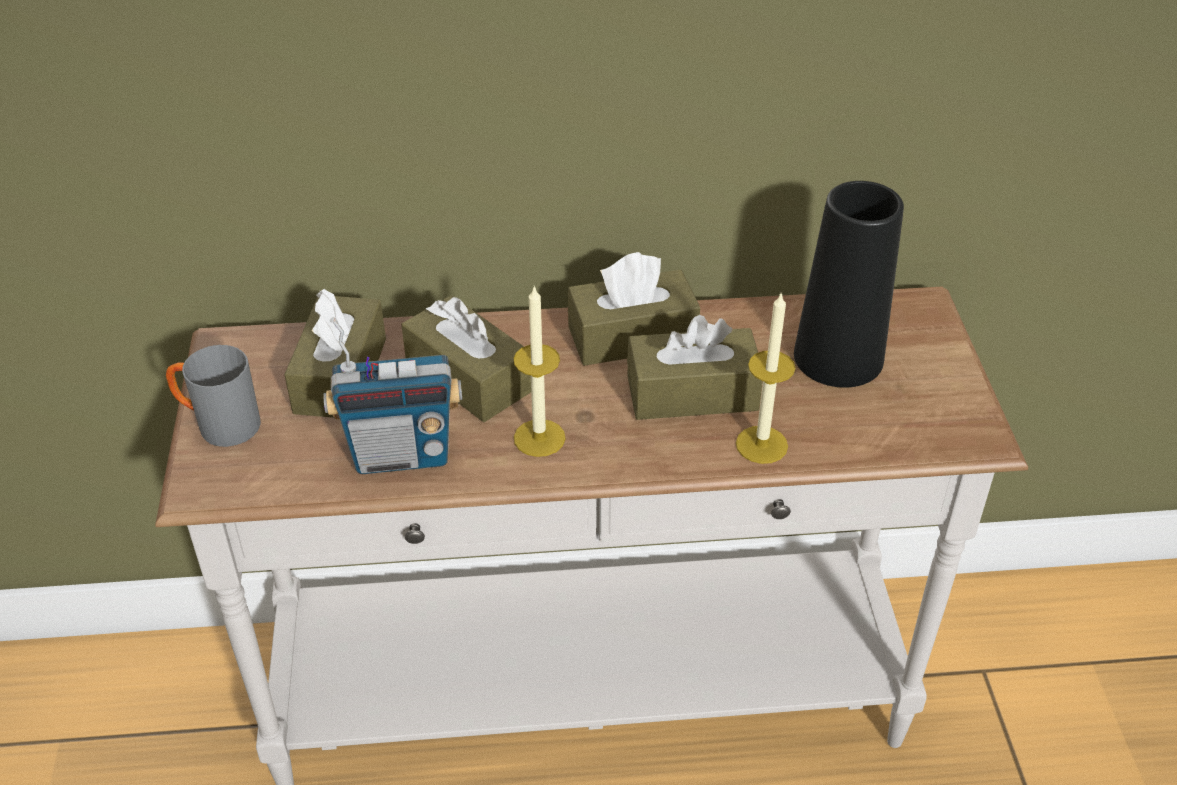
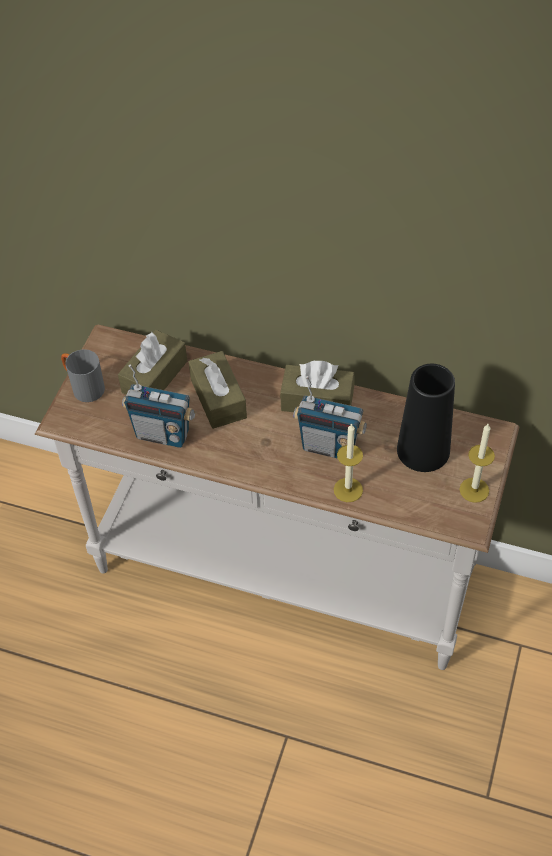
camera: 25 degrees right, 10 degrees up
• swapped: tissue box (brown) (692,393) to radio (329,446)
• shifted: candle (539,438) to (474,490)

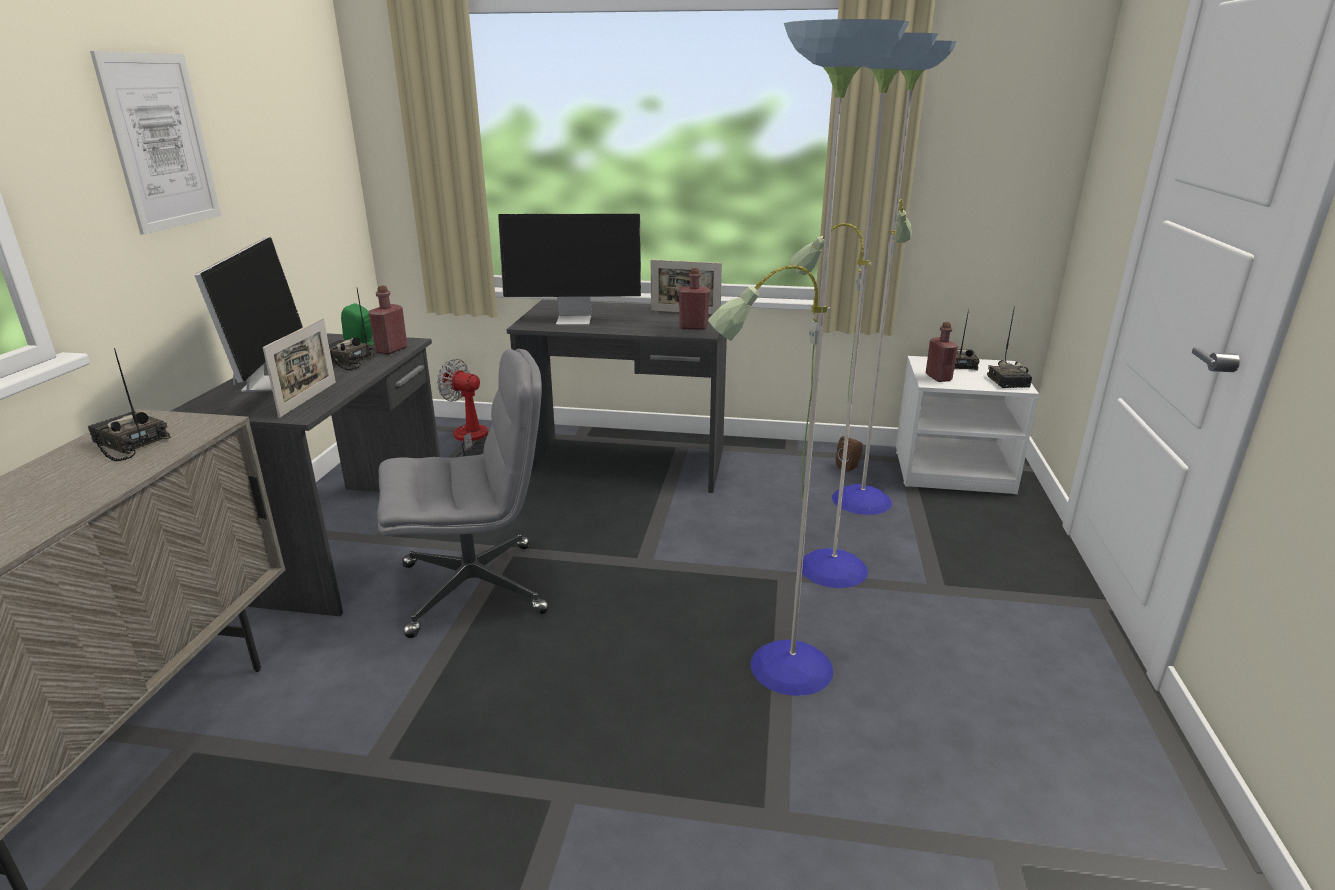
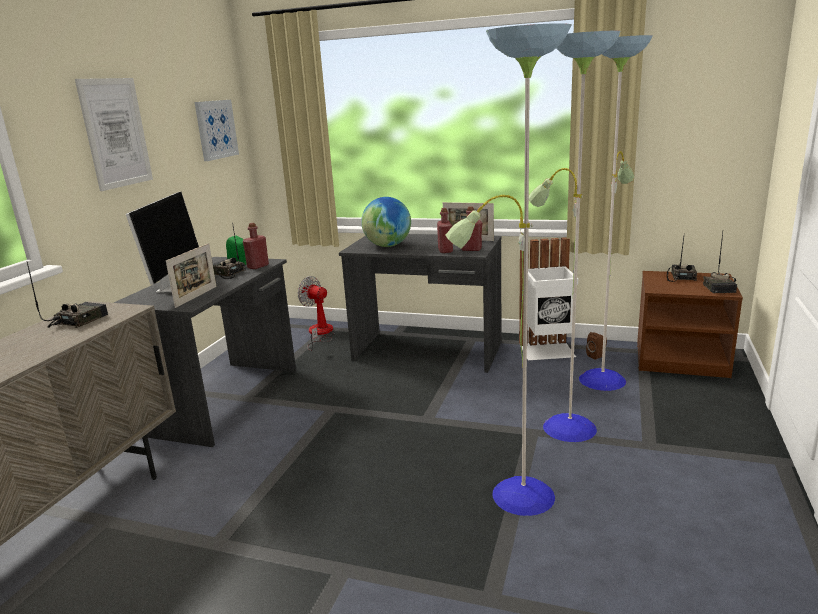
camera: 10 degrees right, 5 degrees down
• rotated: radio (128,444) = (78,321) 75 degrees clockwise
• new: picture (216,129)
• swapped: monitor (575,320) to globe (388,246)
• shifted: bottle (red) (938,377) to (445,250)
• new: trash can (white) (547,351)
• repainted: nightstand (white) (953,470) to nightstand (brown) (681,359)
• gone: office chair (grey) (475,588)

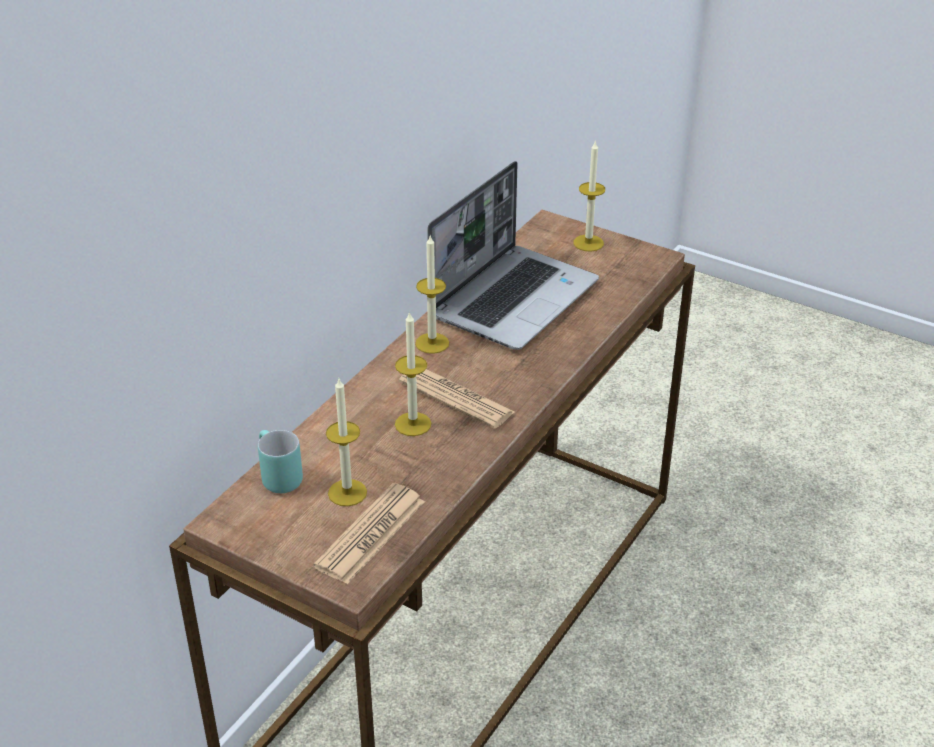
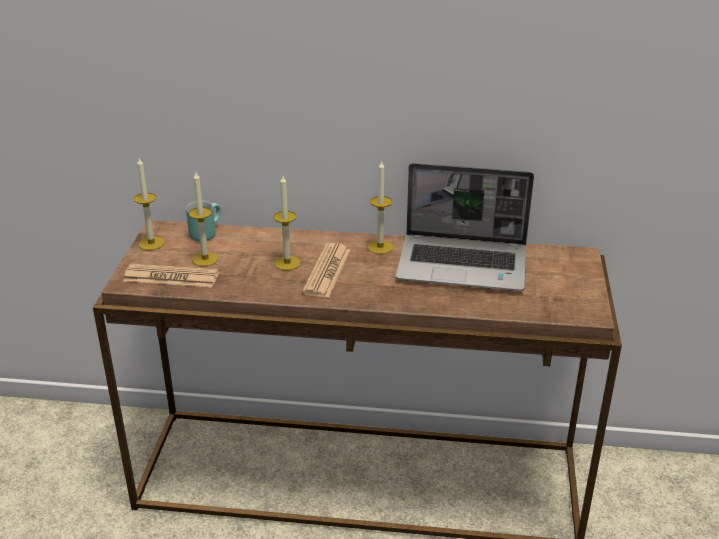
camera: 65 degrees right, 5 degrees down
• shifted: candle (588,243) to (151,243)

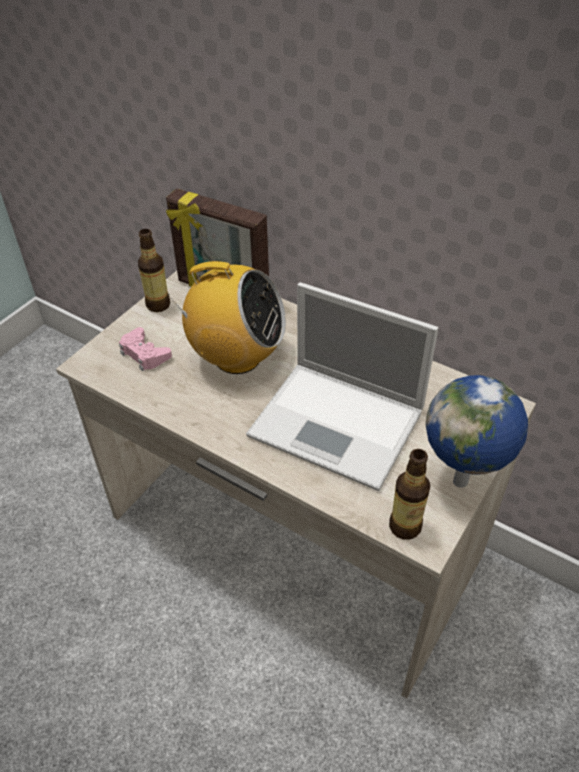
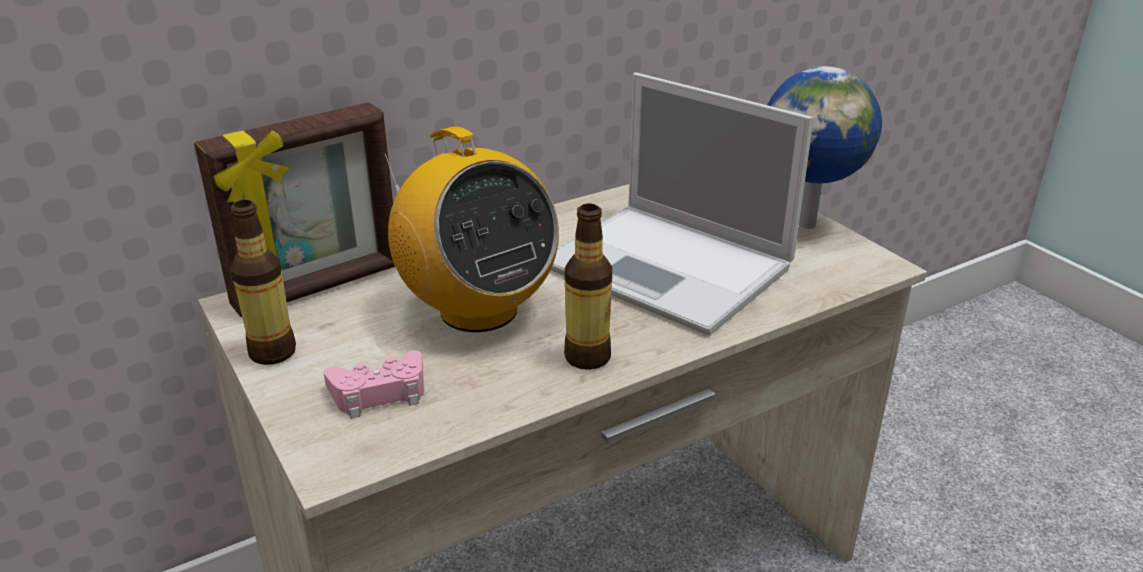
camera: 65 degrees left, 15 degrees down
• rotated: radio (236,357) = (477,310) 105 degrees clockwise
• rotated: laptop (339,424) = (671,268) 75 degrees clockwise
• shifted: bottle (405,526) to (587,357)

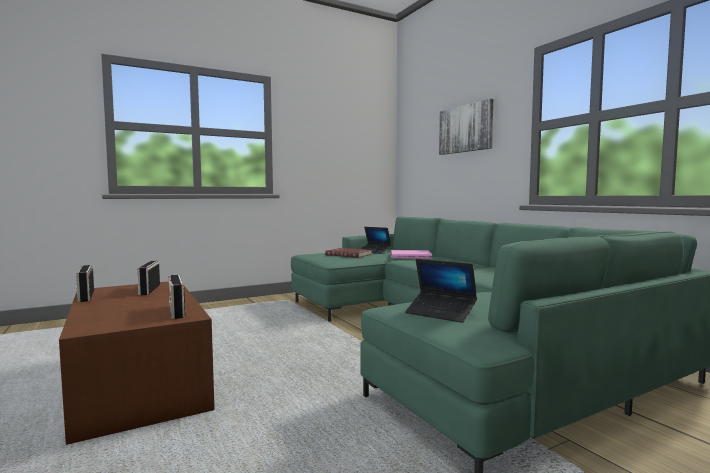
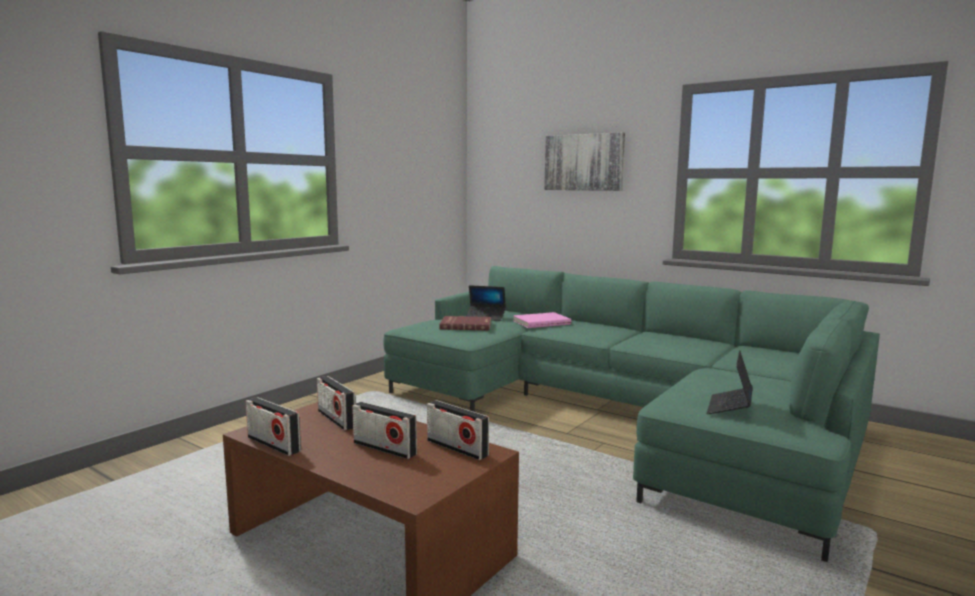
camera: 25 degrees left, 5 degrees up
• new: radio (384,448)
• rotated: laptop (440,313) = (729,407) 105 degrees clockwise

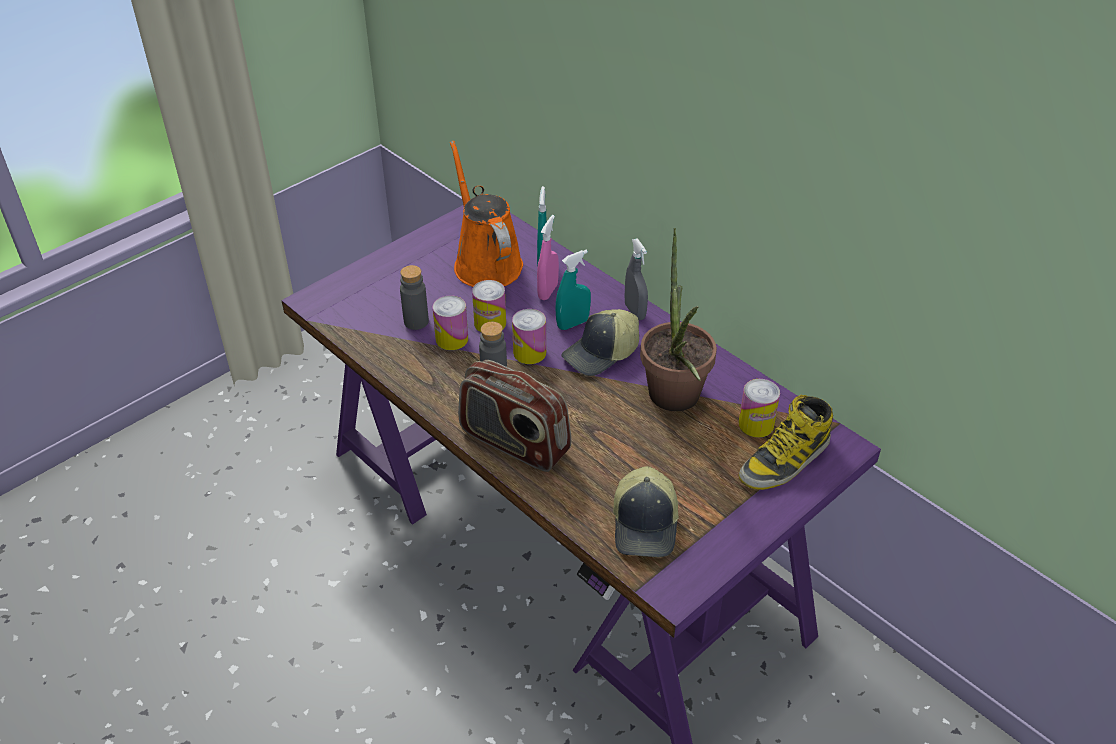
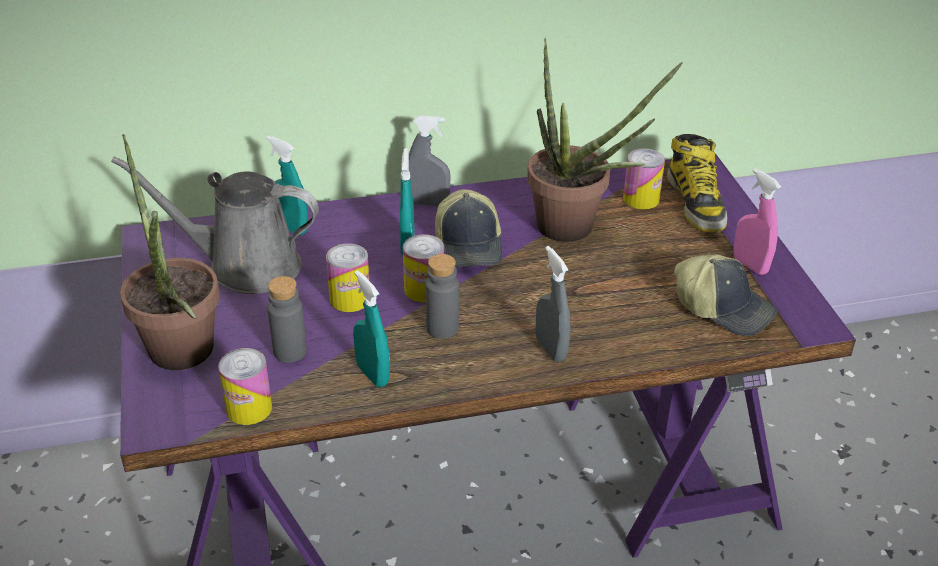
camera: 60 degrees left, 5 degrees down
• repainted: watering can (orange) (485,262) to watering can (grey) (245,266)
• new: potted plant (183,359)
• shifted: can (452,339) to (249,408)
• new: spray bottle (turquoise) (372,375)
• swapped: radio (514,443) to spray bottle (grey) (550,349)
• shifted: spray bottle (pink) (548,291) to (750,265)

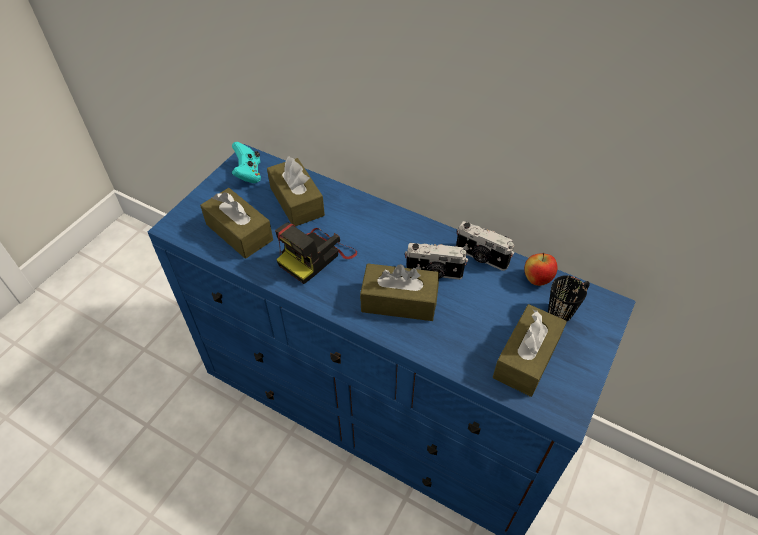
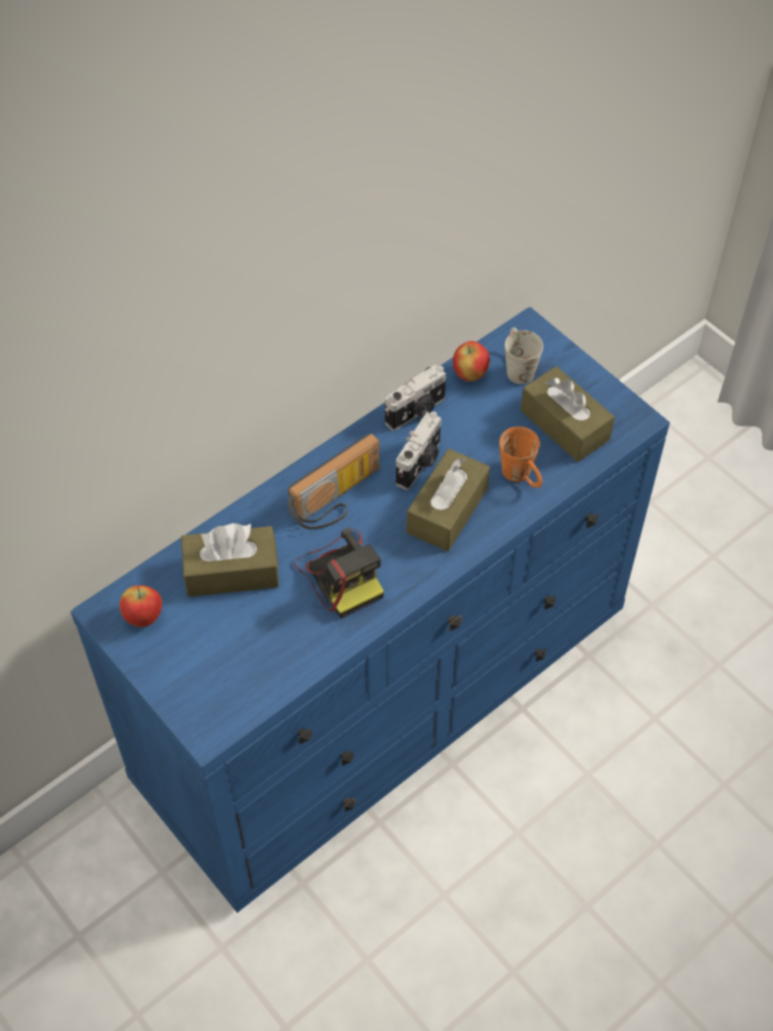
camera: 70 degrees left, 5 degrees up
• swapped: game controller (turquoise) (248,173) to apple (144,617)
• new: radio (339,500)
• new: mug (orange) (522,477)
• repainted: mug (black) (565,308) to mug (white) (517,367)
• gone: tissue box (brown) (239,232)

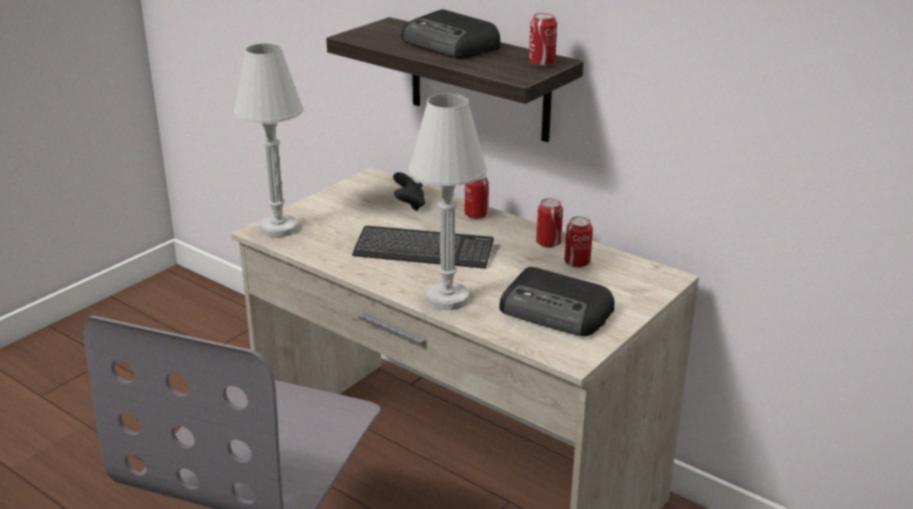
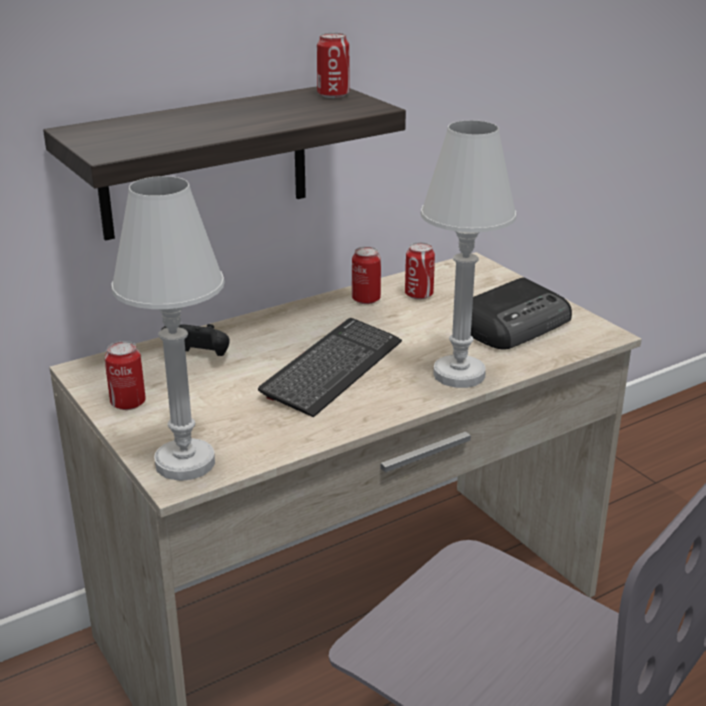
camera: 70 degrees left, 0 degrees up
• shifted: can (476,215) to (128,403)
• gone: radio (451,45)

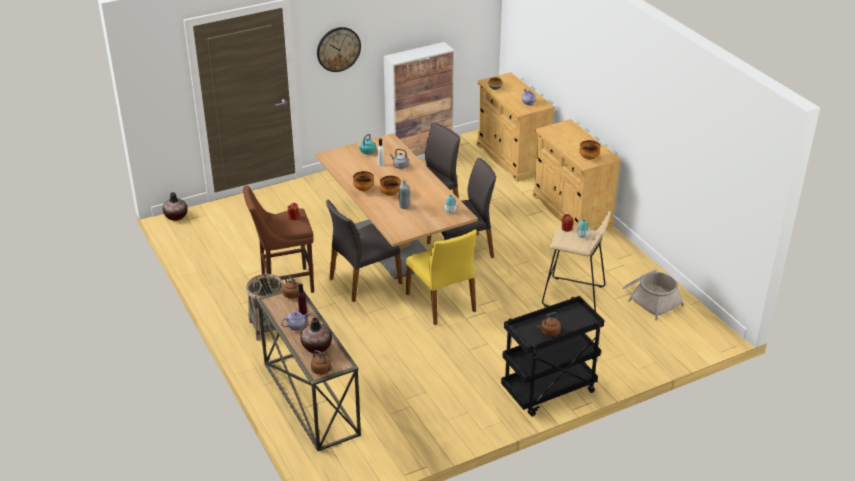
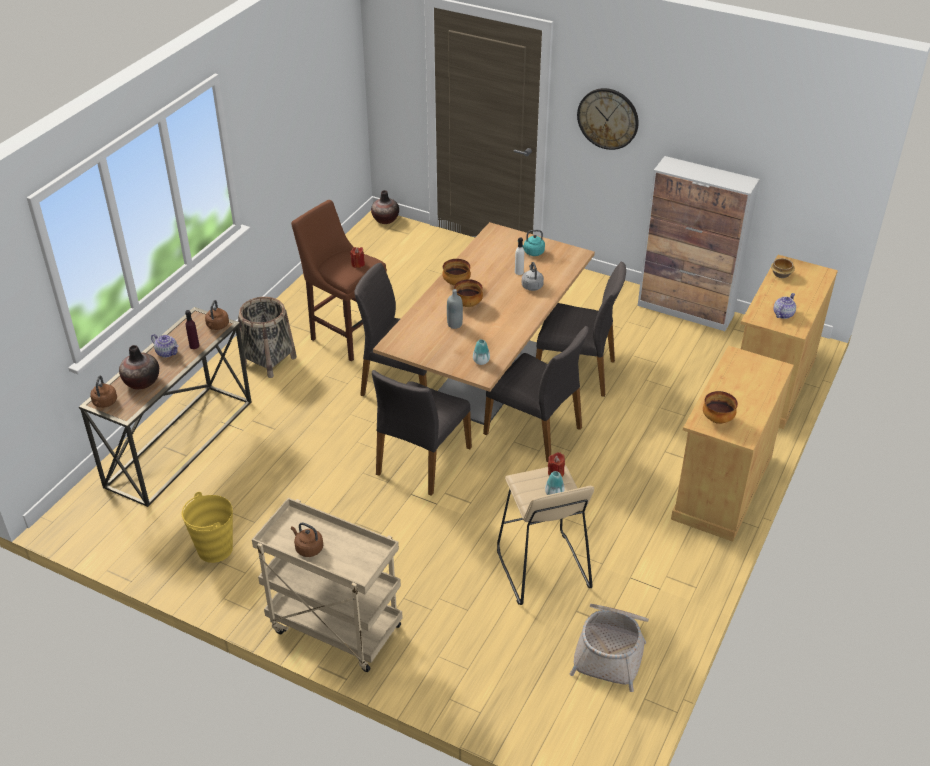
camera: 55 degrees right, 5 degrees up
• new: bucket (yellow) (214,549)
• repainted: cart (black) (548,392) to cart (beige) (333,628)
• repainted: chair (yellow) (442,302) to chair (grey) (422,461)

